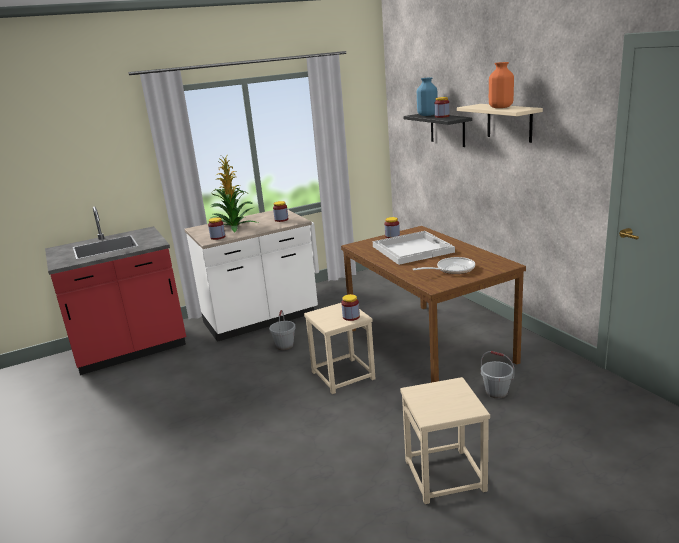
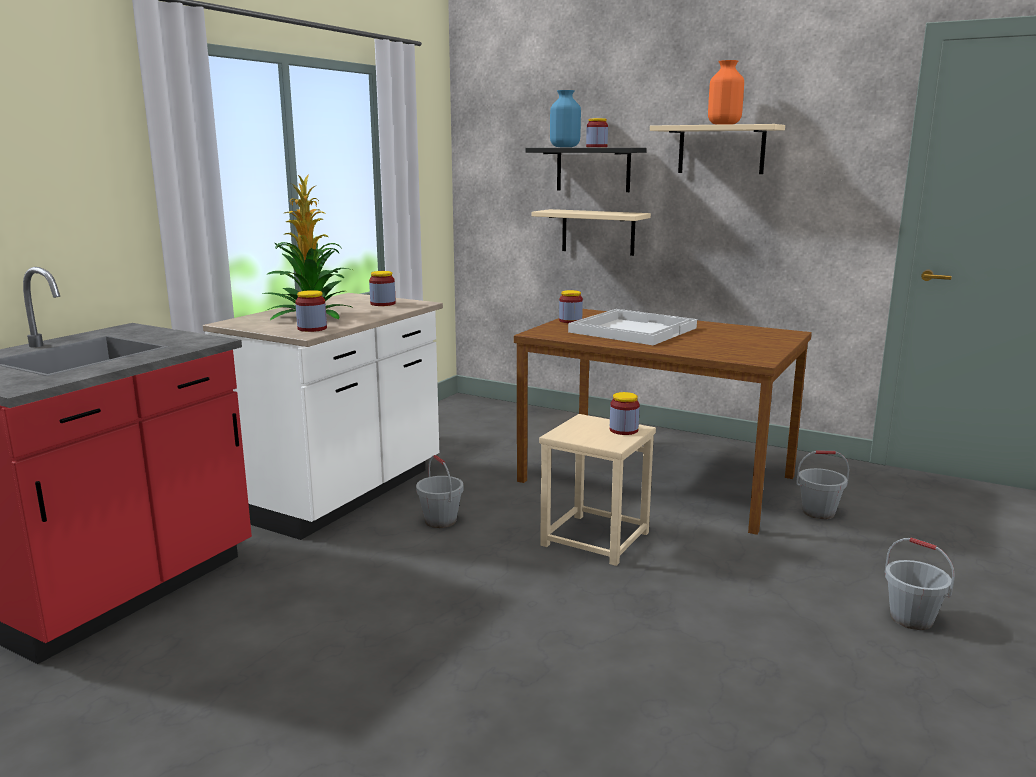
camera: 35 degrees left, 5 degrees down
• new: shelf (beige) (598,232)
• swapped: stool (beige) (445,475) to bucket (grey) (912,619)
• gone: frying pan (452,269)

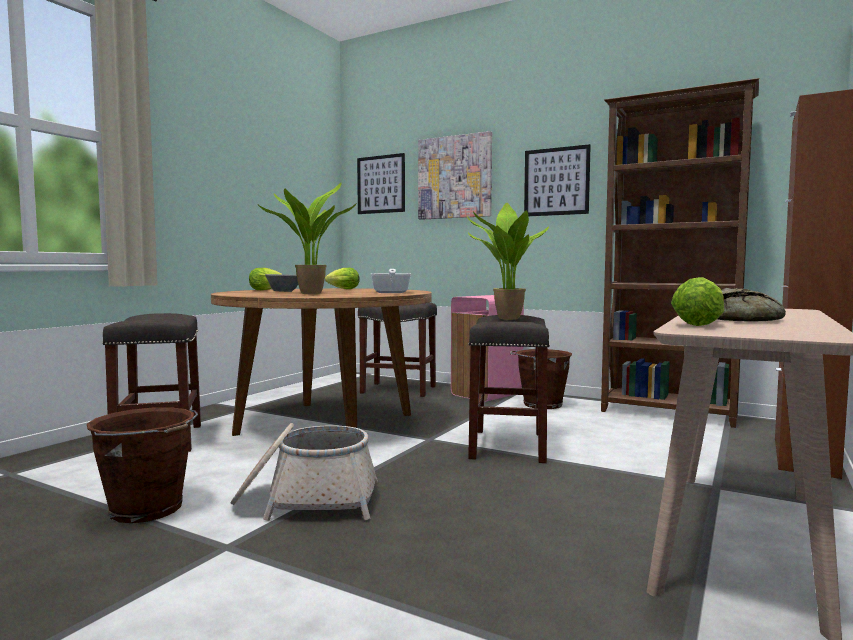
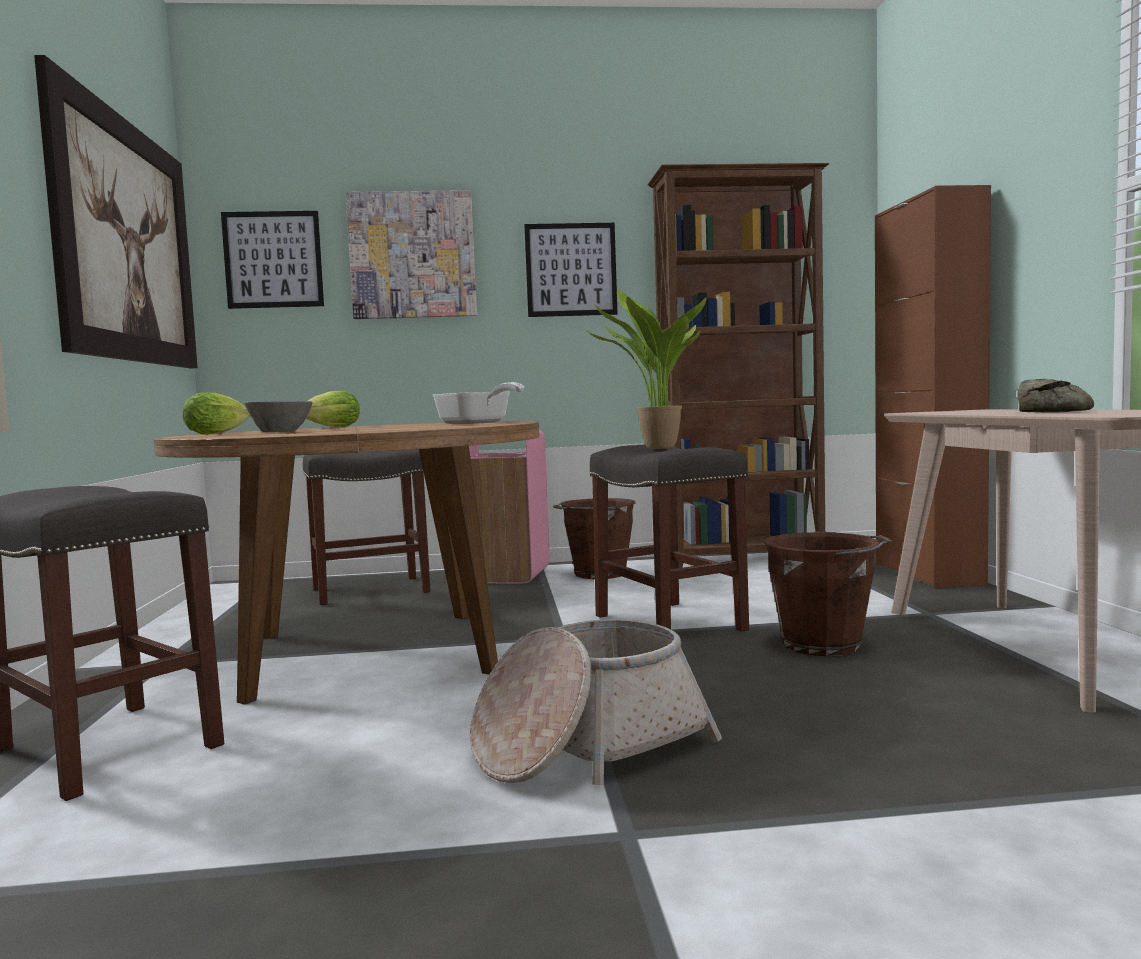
camera: 35 degrees left, 0 degrees up
• new: picture (127,242)
• shifted: bucket (brown) (148,509) to (825,644)
• gone: potted plant (309,293)
• gone: lettuce (700,324)

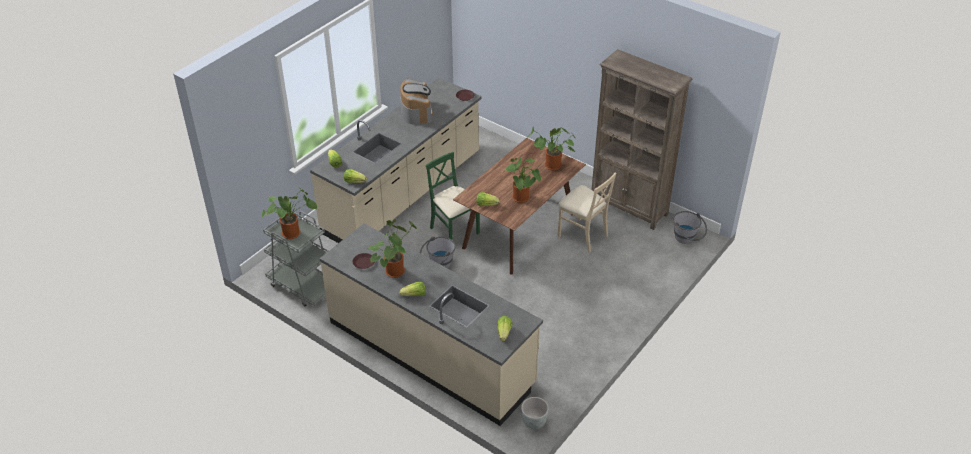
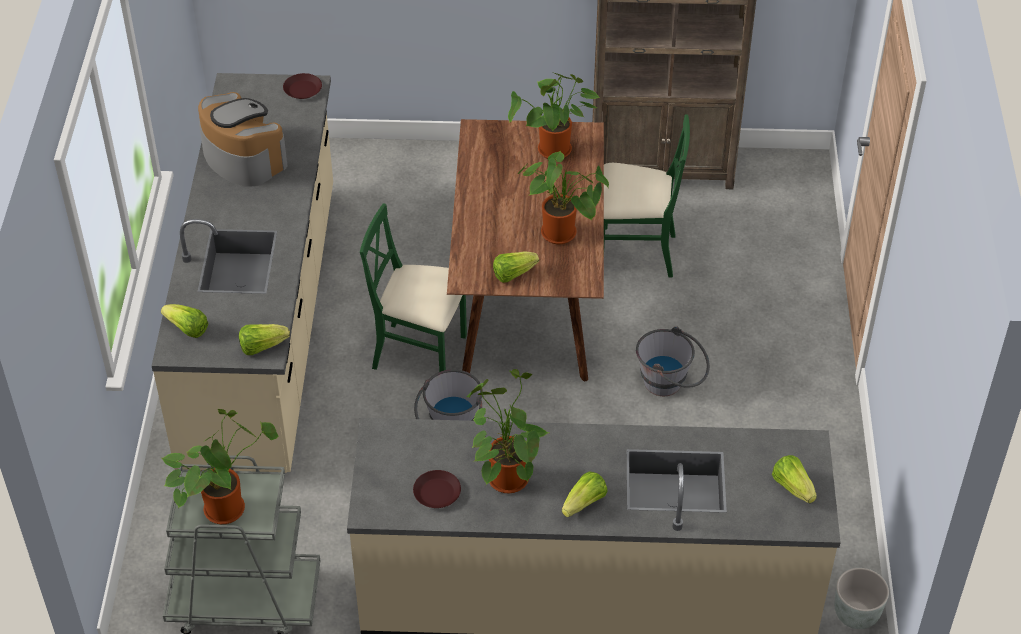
camera: 35 degrees left, 5 degrees up
• repainted: chair (beige) (582,235) to chair (green) (635,253)
• shifted: bucket (grey) (687,239) to (670,384)

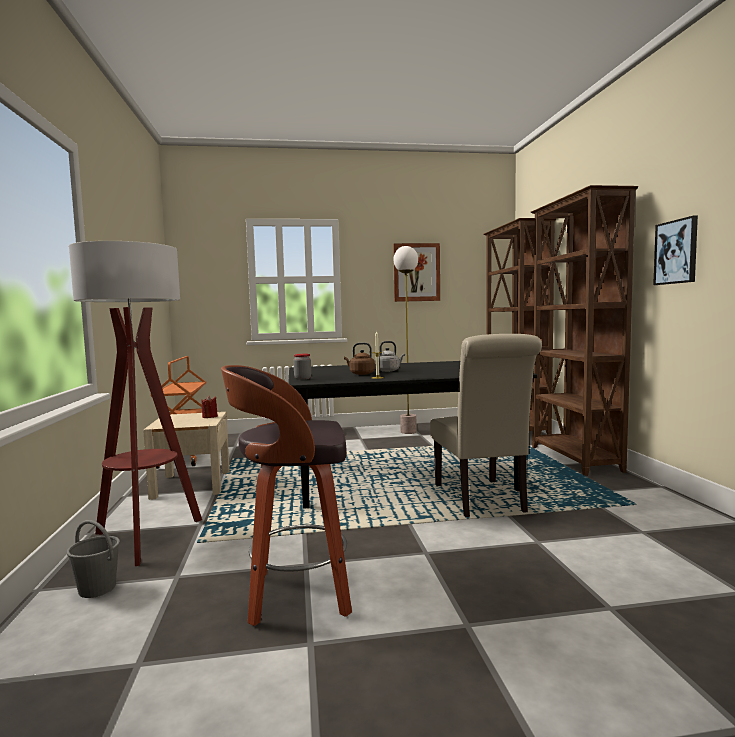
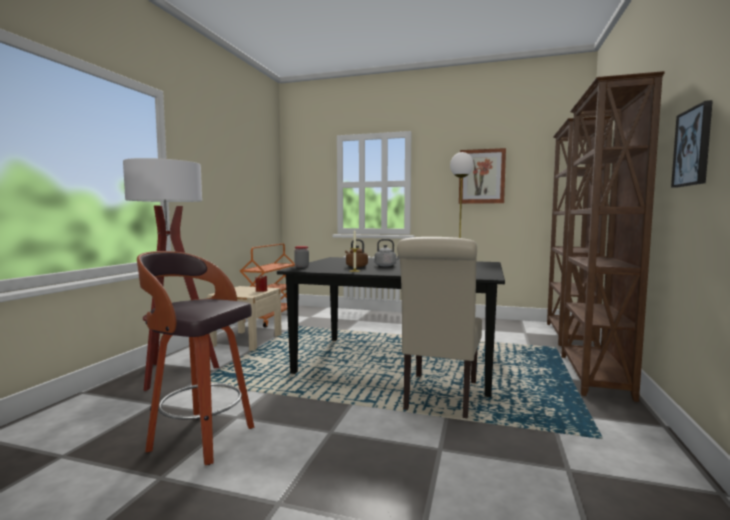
camera: 25 degrees right, 0 degrees up
• gone: bucket (grey) (97,588)

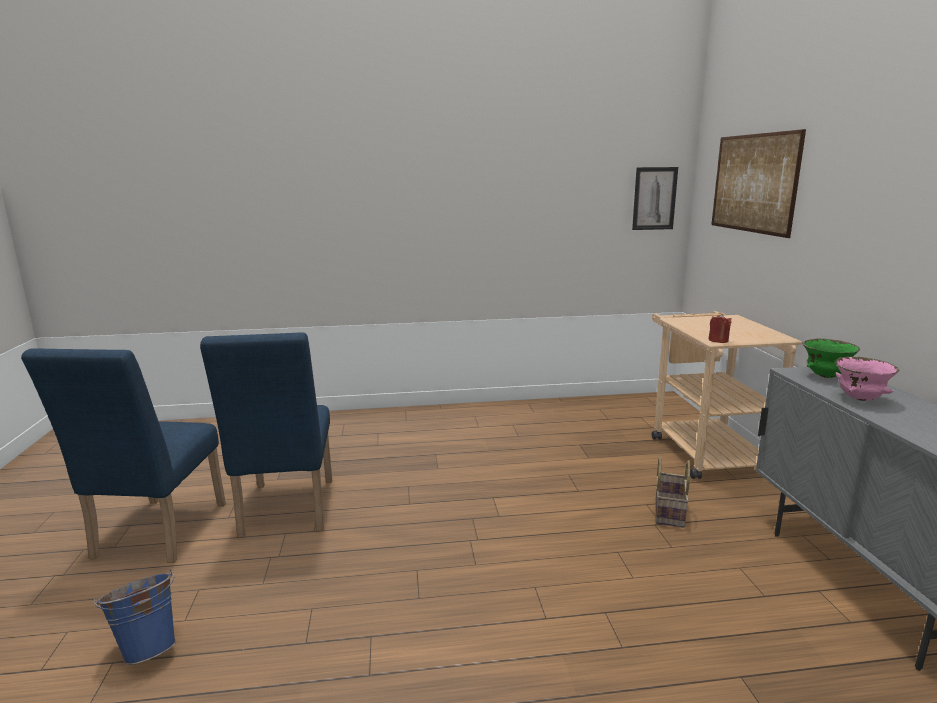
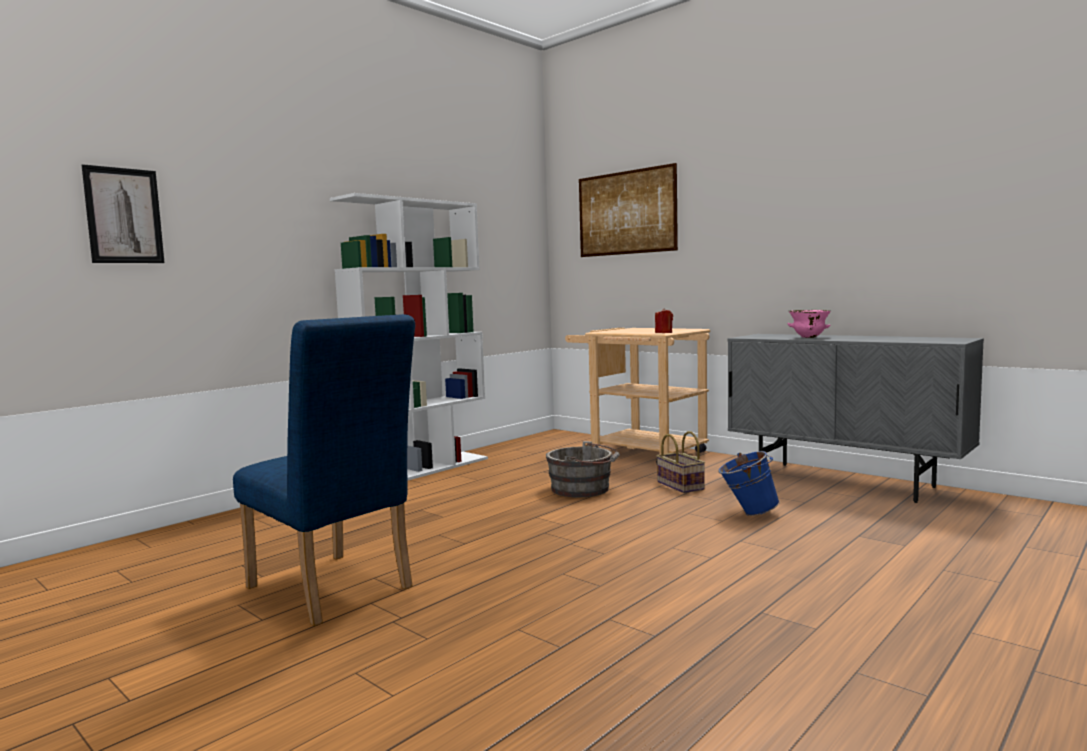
camera: 40 degrees left, 10 degrees down
• shifted: picture (654,198) to (124,216)
• new: bookcase (white) (422,470)
• new: bucket (grey) (583,489)
• shifted: bucket (blue) (148,647) to (747,513)
• gone: chair (blue) (155,535)
• gone: bowl (green) (825,376)

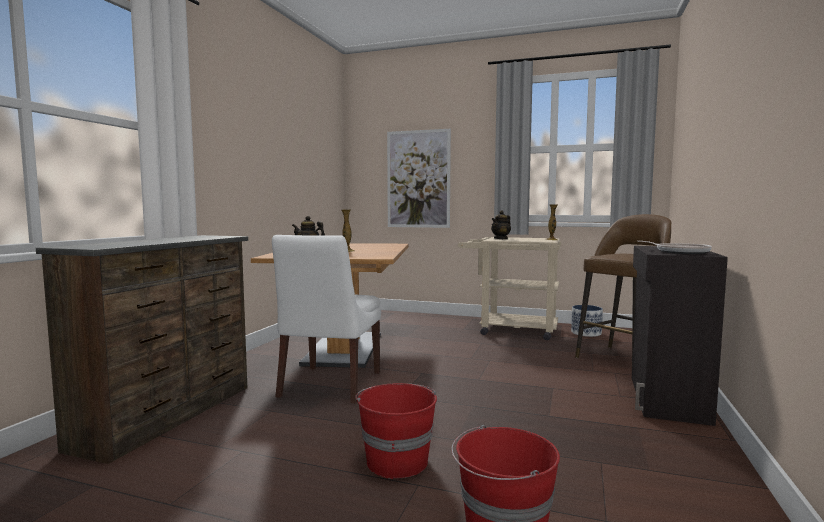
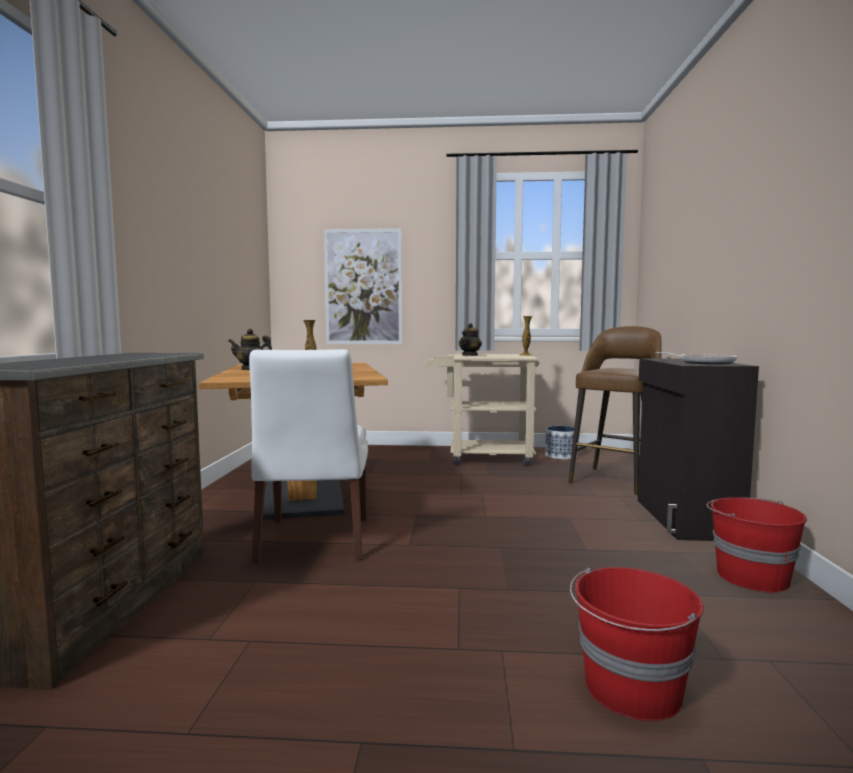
camera: 15 degrees left, 0 degrees up
• shifted: bucket (red) (396,461) to (750,576)

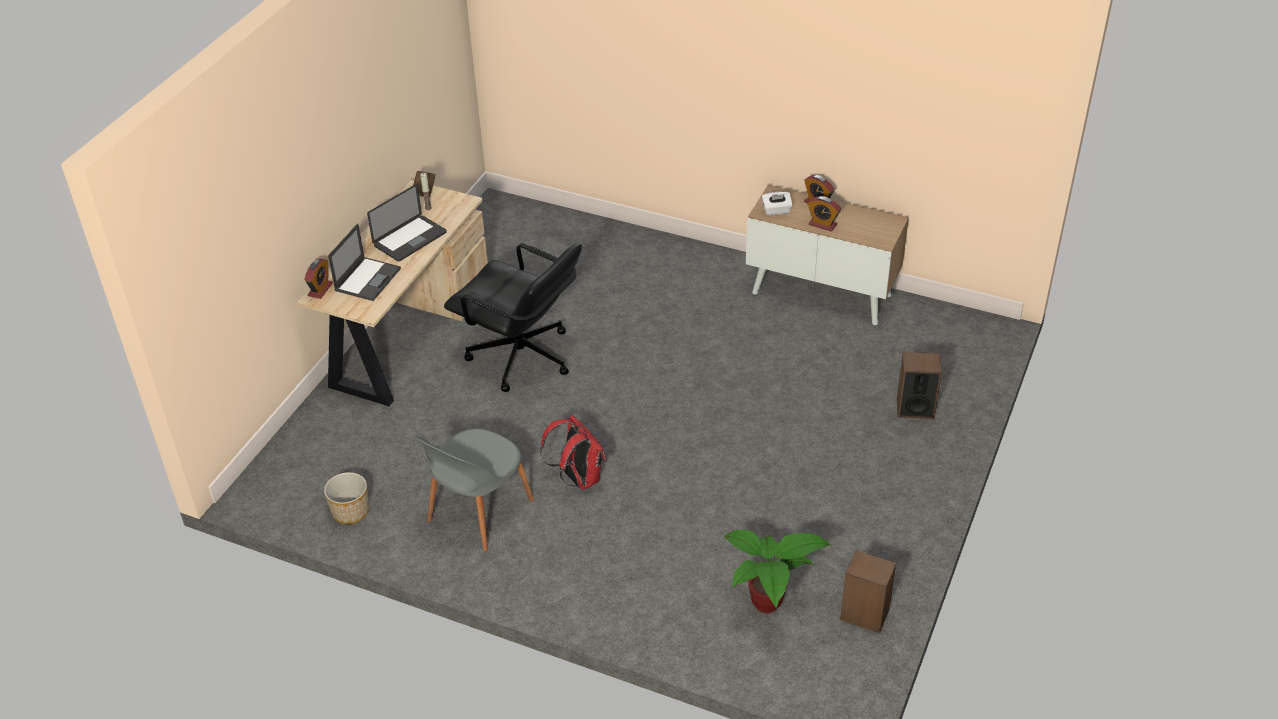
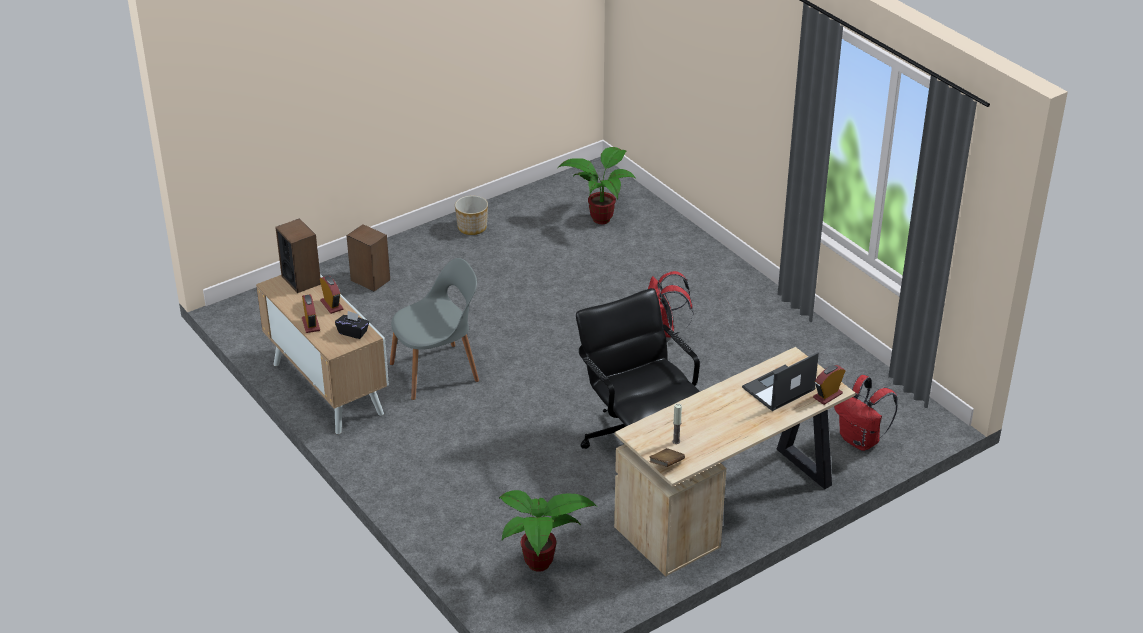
camera: 150 degrees left, 5 degrees down
• shifted: speaker (864,615) to (301,280)
• repainted: tissue box (white) (776,211) to tissue box (black) (353,332)
• shifted: chair (grey) (478,512) to (437,371)
• shifted: planter (350,512) to (472,227)
• new: potted plant (540,567)
• new: backpack (red) (861,440)
• gone: laptop (410,239)

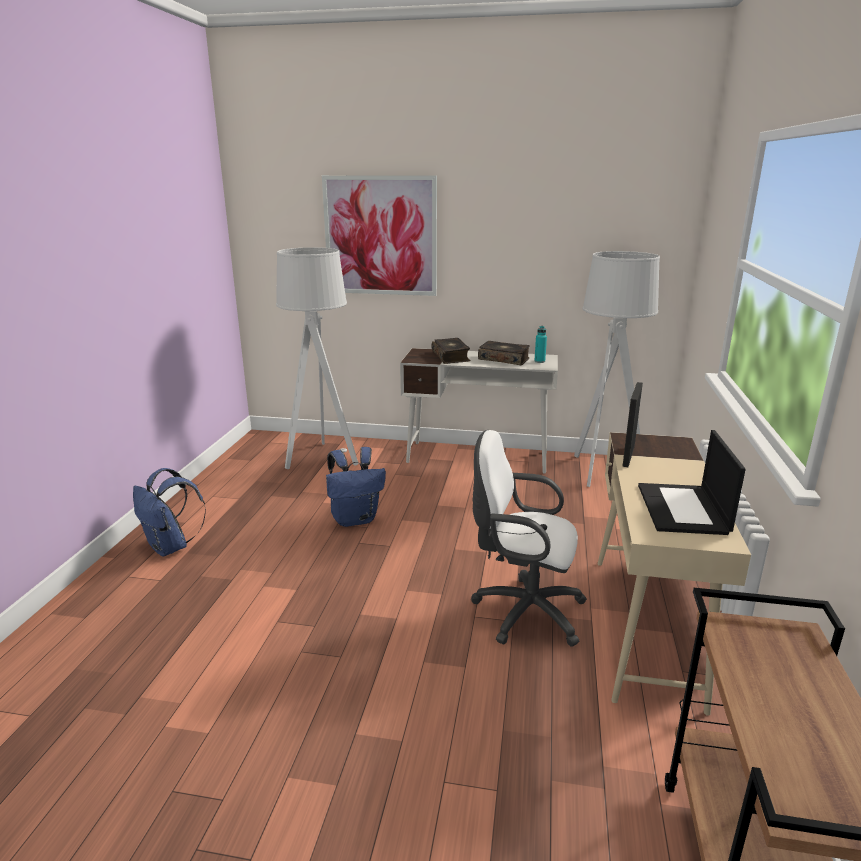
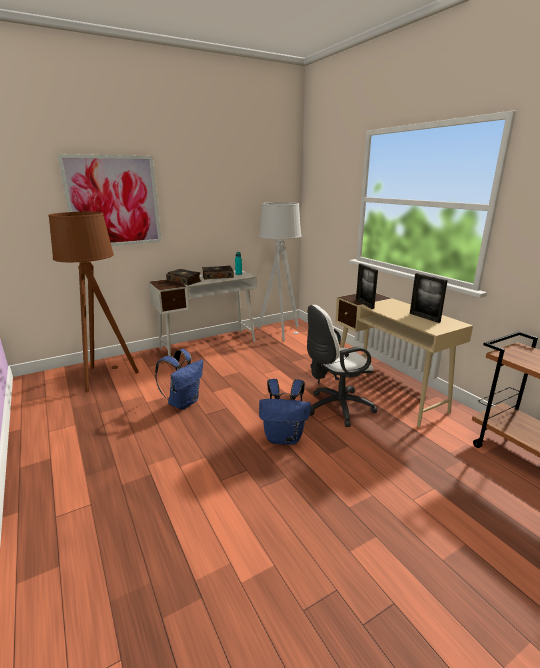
camera: 40 degrees left, 0 degrees up
• repainted: floor lamp (grey) (322,459) to floor lamp (brown) (106,377)
• shifted: backpack (blue) (171,547) to (284,437)
• swapped: laptop (683,509) to picture frame (424,317)

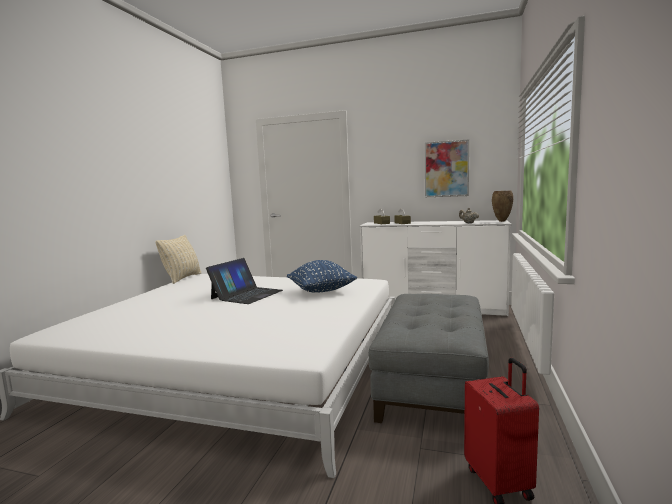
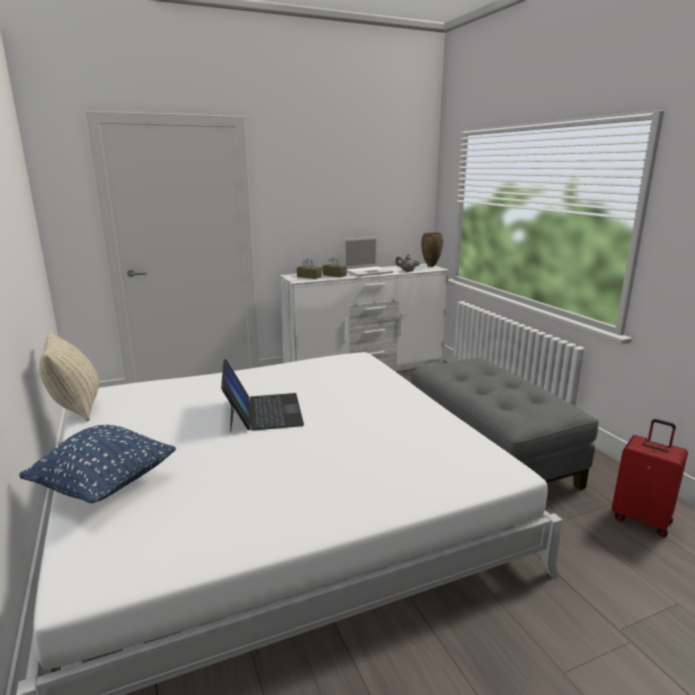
camera: 40 degrees left, 10 degrees up
• shifted: pillow (blue) (321,291) to (105,486)
• new: laptop (368,271)
• gone: picture (446,169)

